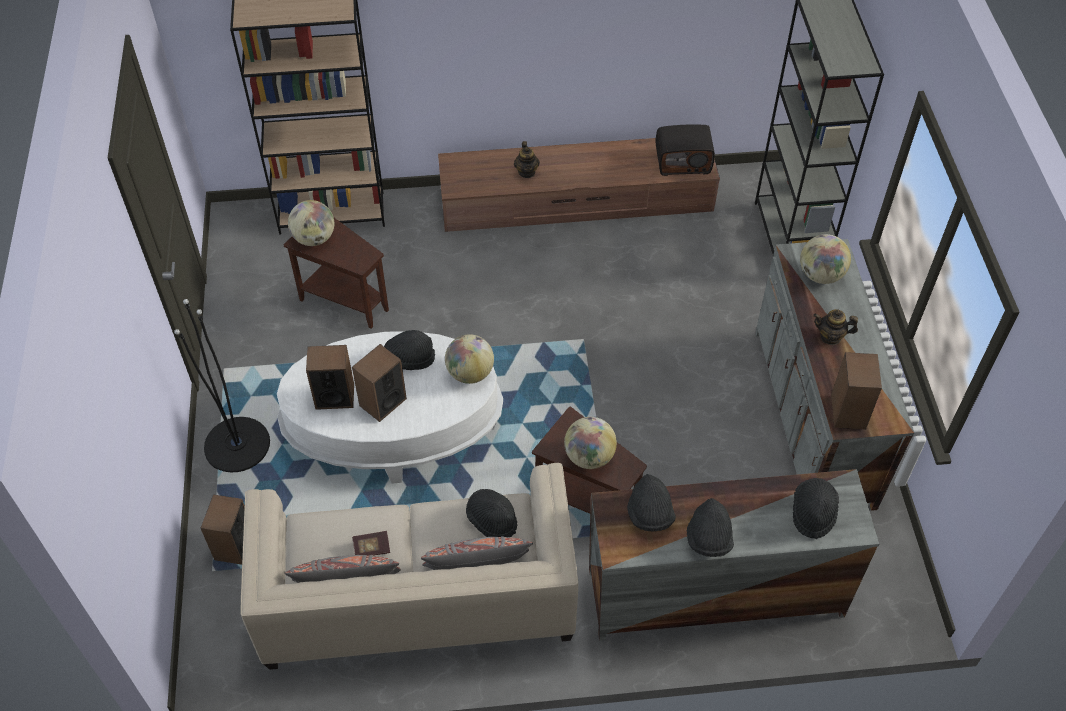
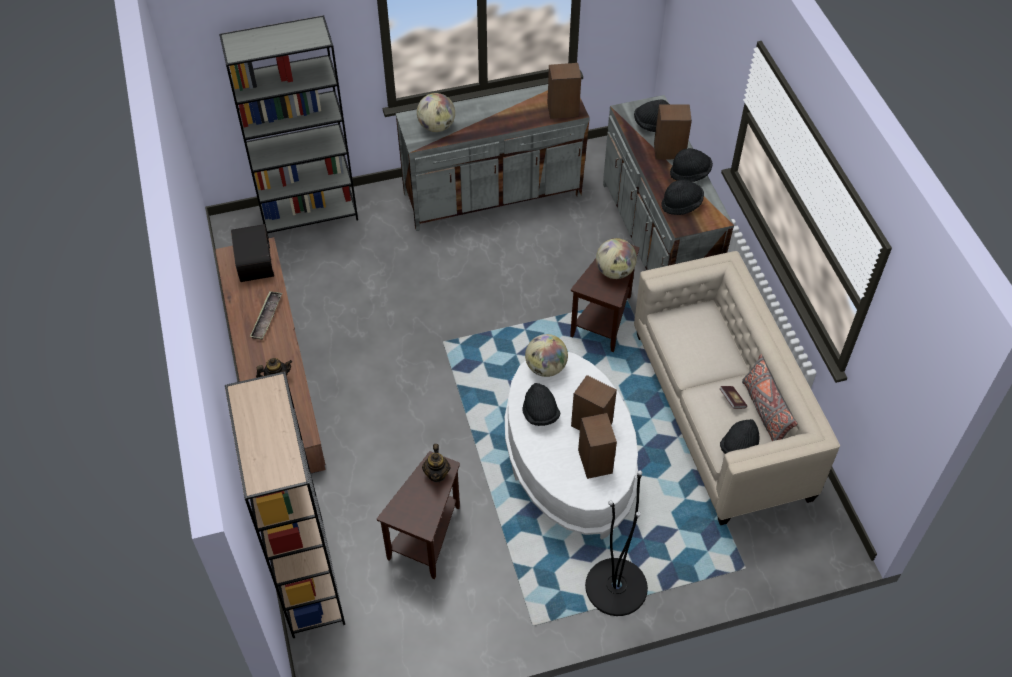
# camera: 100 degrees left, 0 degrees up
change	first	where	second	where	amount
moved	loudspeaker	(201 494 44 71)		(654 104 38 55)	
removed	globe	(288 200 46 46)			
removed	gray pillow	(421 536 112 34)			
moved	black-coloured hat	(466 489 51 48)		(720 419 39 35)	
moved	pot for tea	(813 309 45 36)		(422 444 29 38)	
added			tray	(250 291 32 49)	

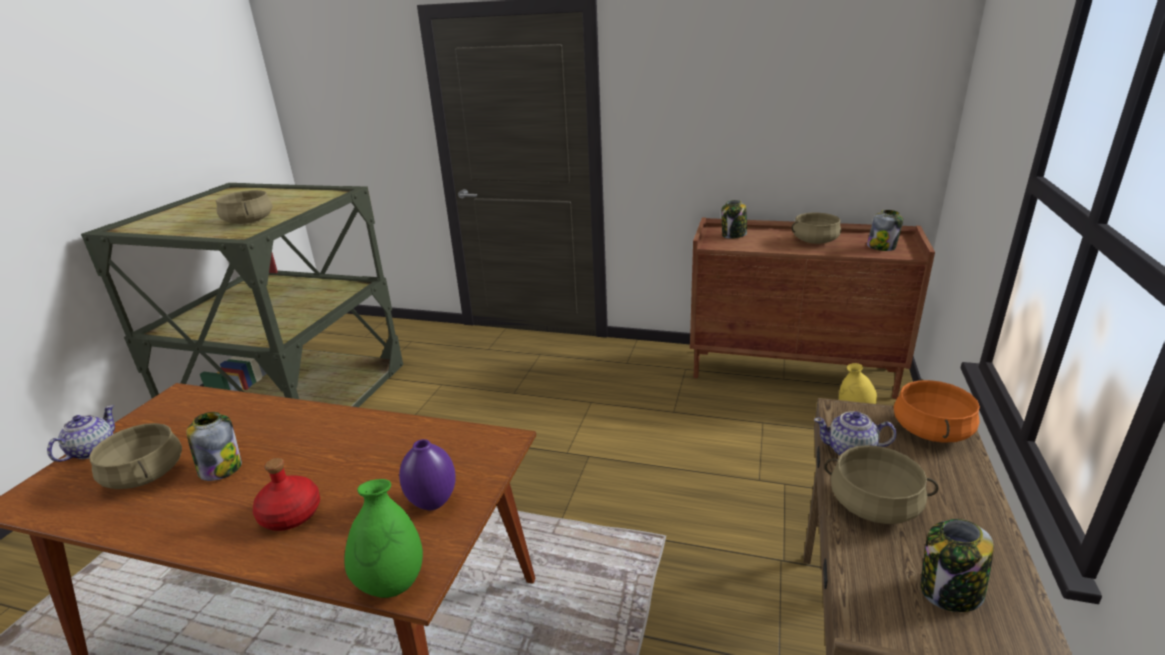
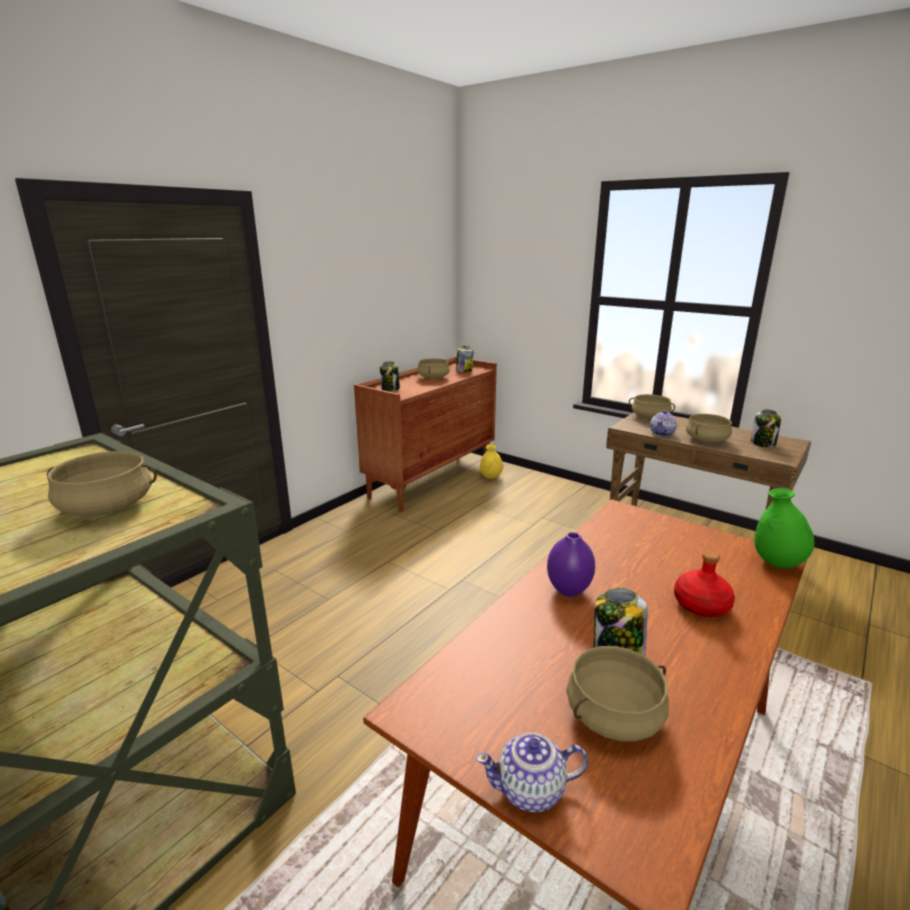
# camera: 70 degrees left, 5 degrees down
change	first	where	second	where	amount
turned	pot for tea	(47 405 68 57)		(476 732 112 80)	45 degrees counterclockwise
moved	purplish vase	(399 439 57 71)		(547 532 48 65)	
recoloured	orange-coloured cooking pot	(893 379 87 64)	beige-coloured cooking pot	(629 394 46 25)	

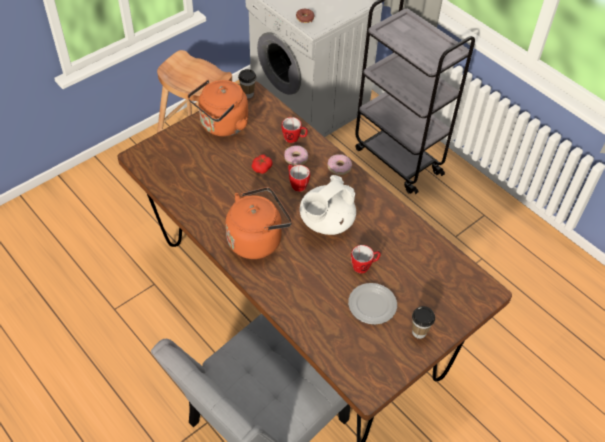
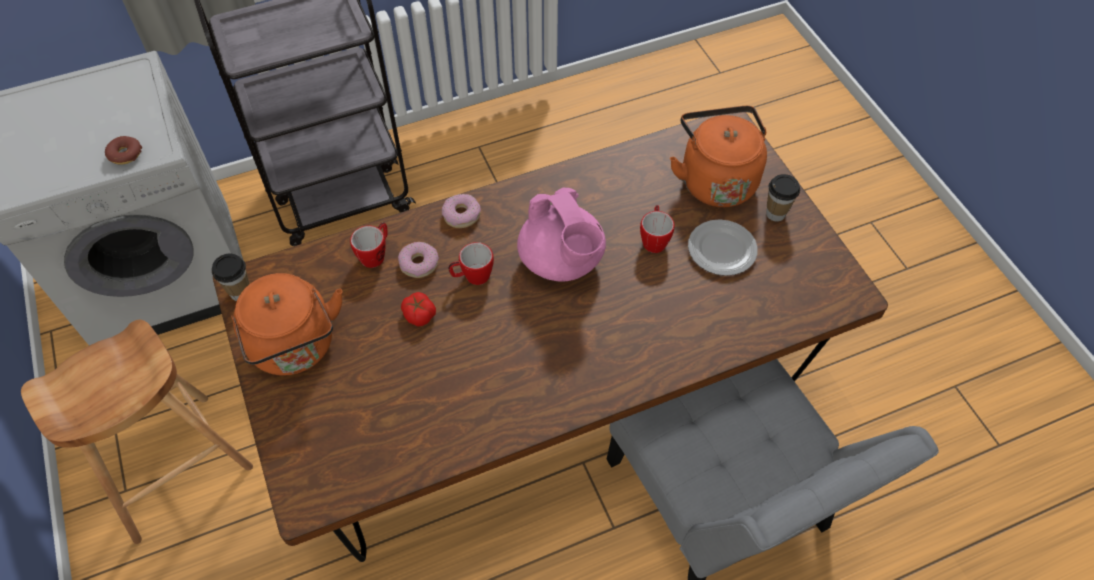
# camera: 70 degrees left, 5 degrees up
change	first	where	second	where	amount
moved	orange-coloured water kettle	(225 187 67 72)		(670 106 97 101)	
recoloured	white-coloured pot for tea	(300 175 56 60)	pink-coloured pot for tea	(517 188 89 93)	

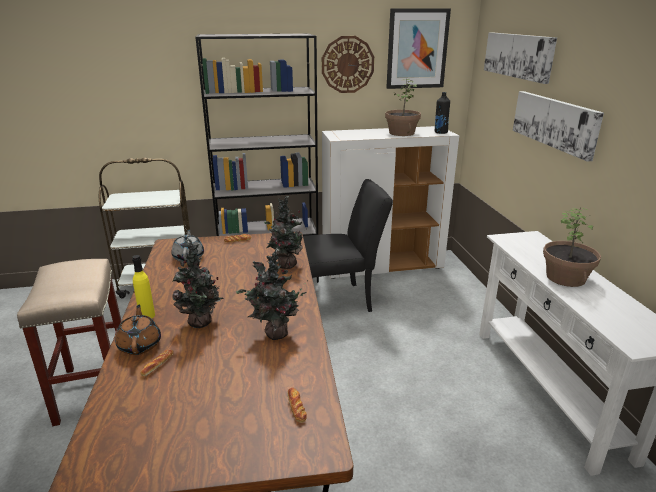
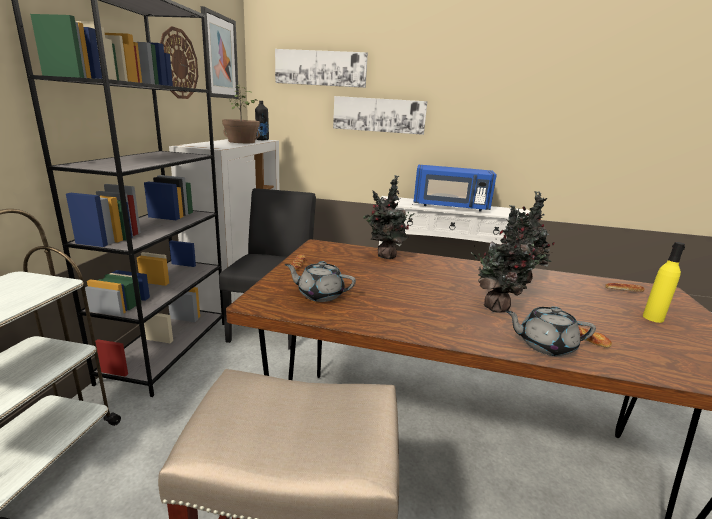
# camera: 70 degrees left, 5 degrees down
change	first	where	second	where	amount
recoloured	brownish pot for tea	(115 305 46 50)	gray pot for tea	(505 306 91 50)	
moved	yellow-coloured drink bottle	(132 255 23 63)		(643 242 42 81)	
replaced	houseplant	(543 208 58 79)	bluish microwave	(413 165 84 47)	

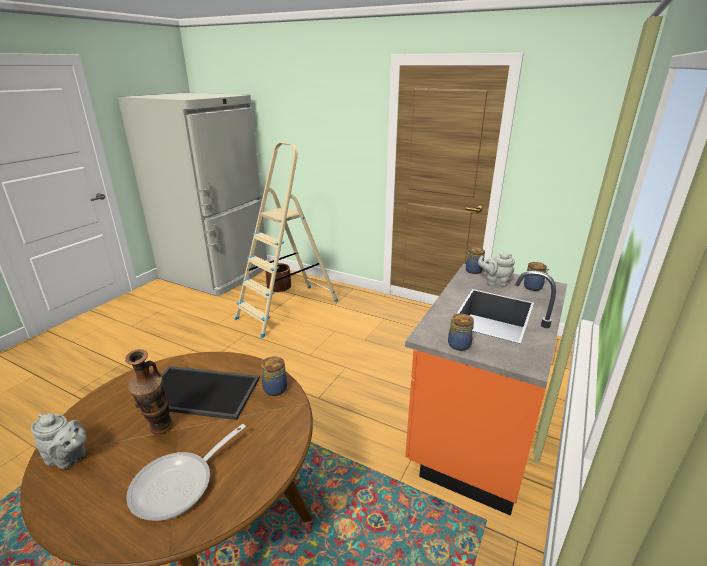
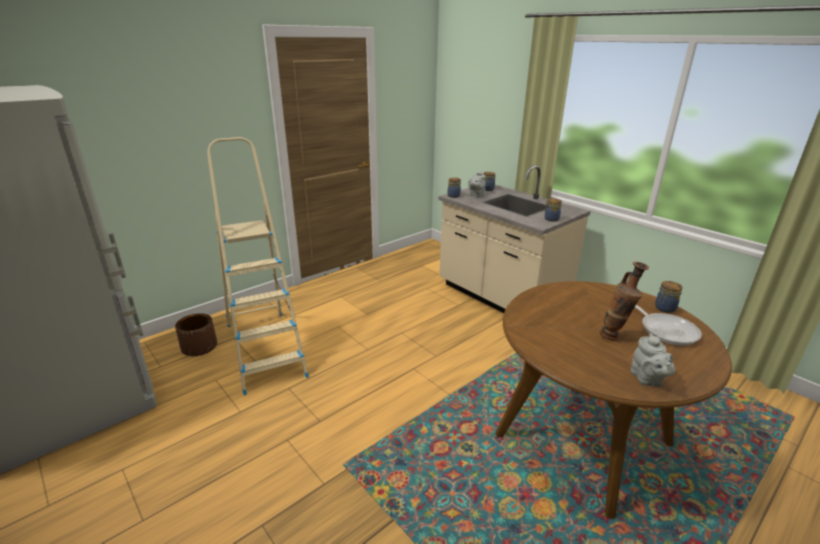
# camera: 70 degrees left, 0 degrees up
change	first	where	second	where	amount
turned	gray pot for tea	(31 414 56 55)		(631 333 44 54)	135 degrees clockwise
removed	tray	(136 366 124 54)			
moved	jar	(261 356 26 40)		(655 281 28 32)	
recoloured	orange-coloured kitchen counter	(405 264 162 252)	beige-coloured kitchen counter	(439 165 152 148)	

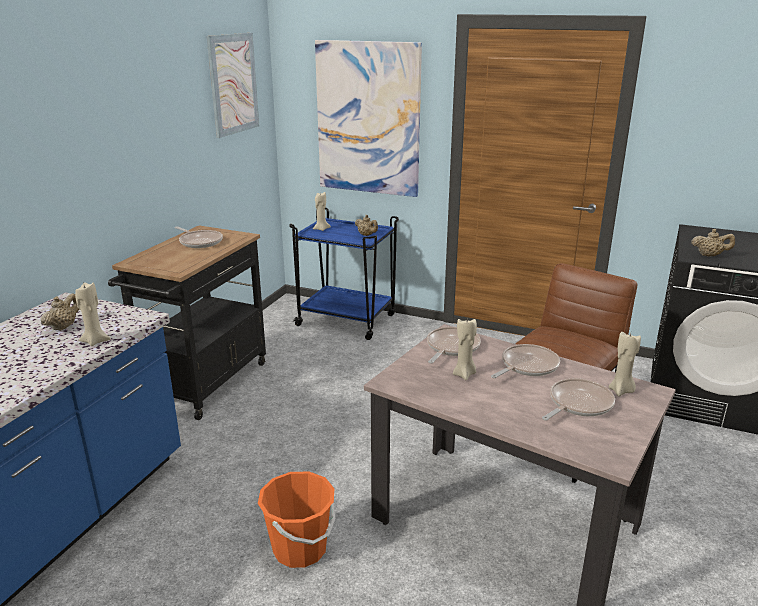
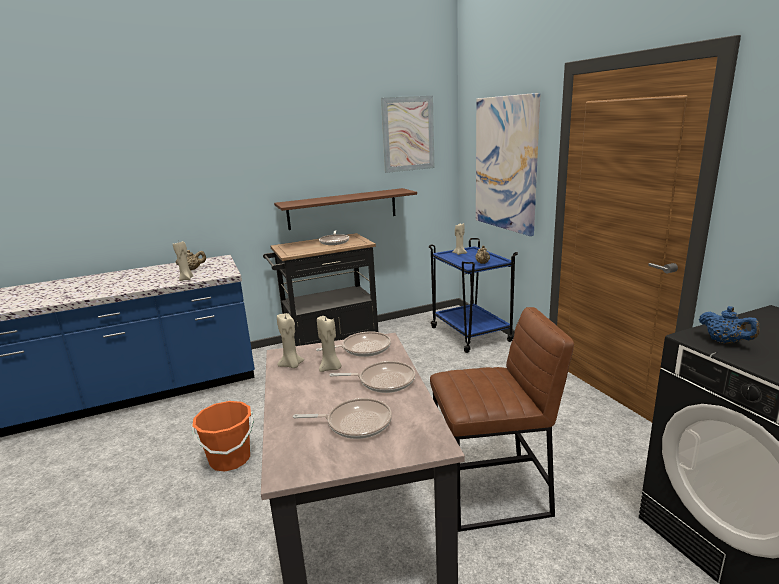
# camera: 45 degrees right, 5 degrees down
change	first	where	second	where	amount
moved	beige-coloured wax candle	(609 332 32 65)		(277 313 27 55)	
recoloured	beige-coloured pot for tea	(691 229 44 28)	bluish pot for tea	(699 306 61 38)	
added			brownish bracket shelf	(274 188 143 42)	

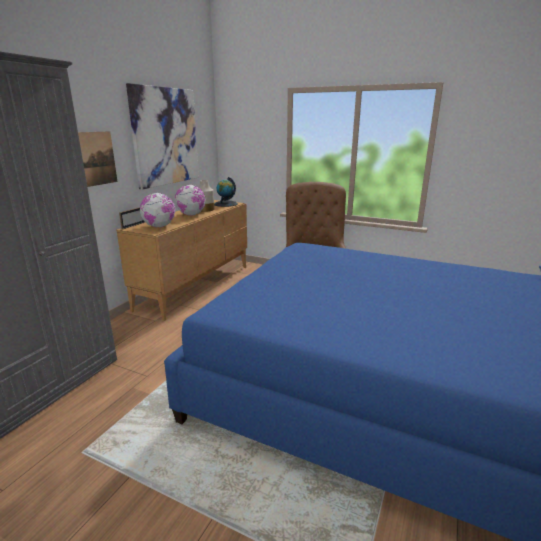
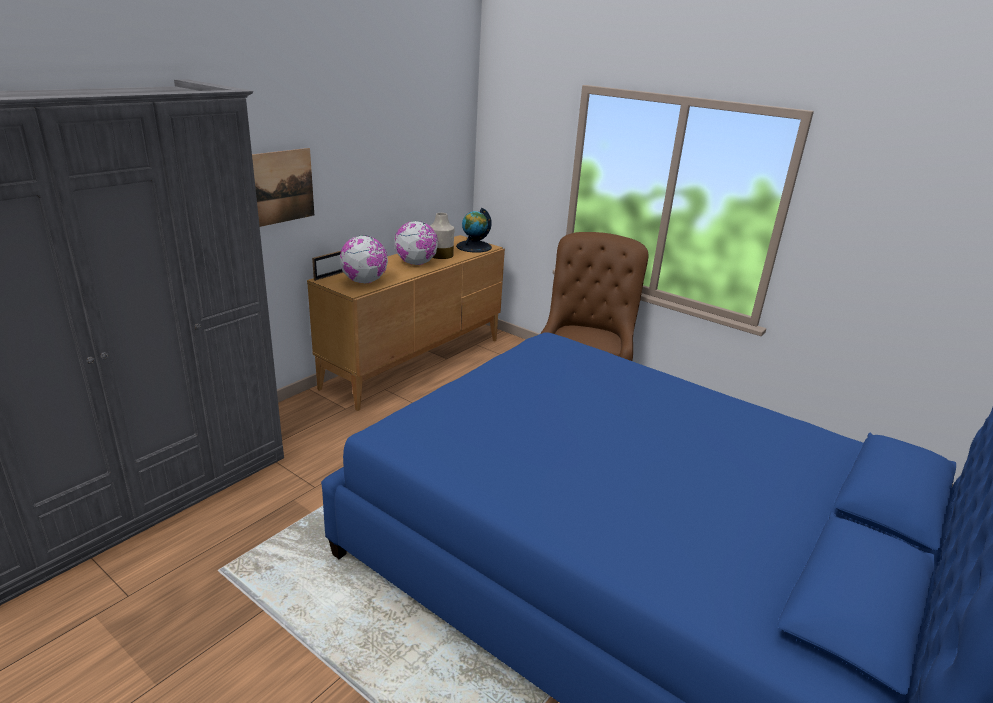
# camera: 10 degrees right, 5 degrees up
change	first	where	second	where	amount
removed	wall art	(126 83 73 107)			

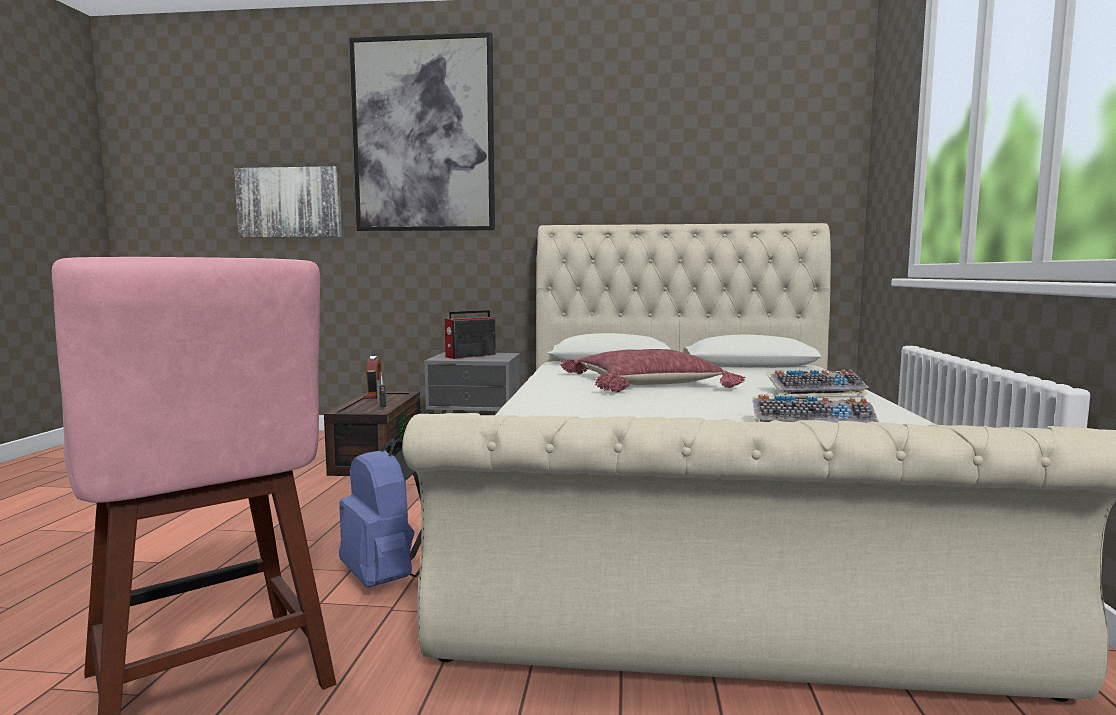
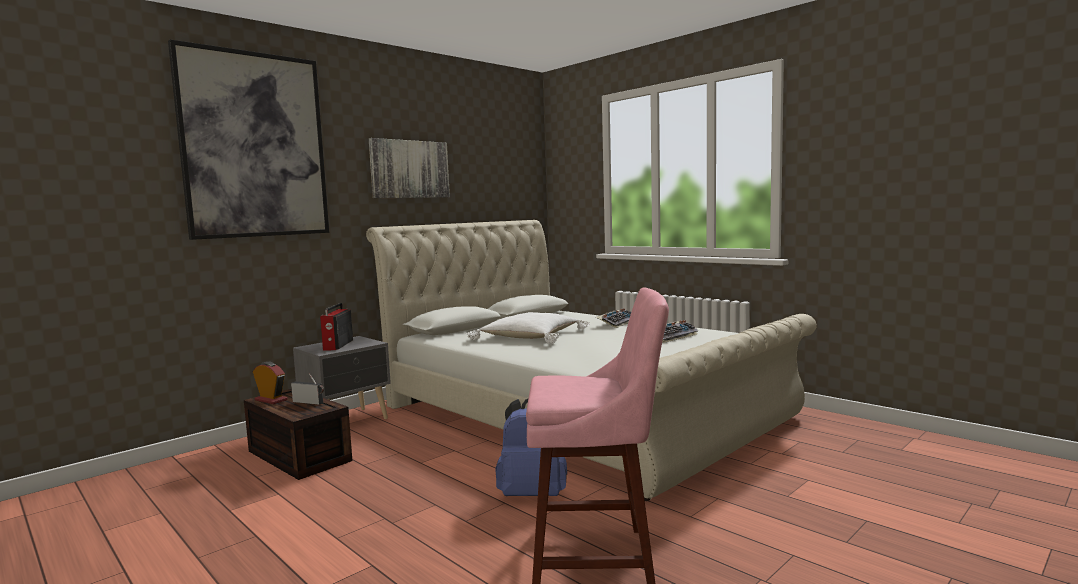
# camera: 50 degrees left, 0 degrees up
change	first	where	second	where	amount
moved	wall art	(234 166 108 72)		(369 138 81 60)	
recoloured	red-coloured pillow	(560 349 186 44)	white-coloured pillow	(466 312 125 32)	

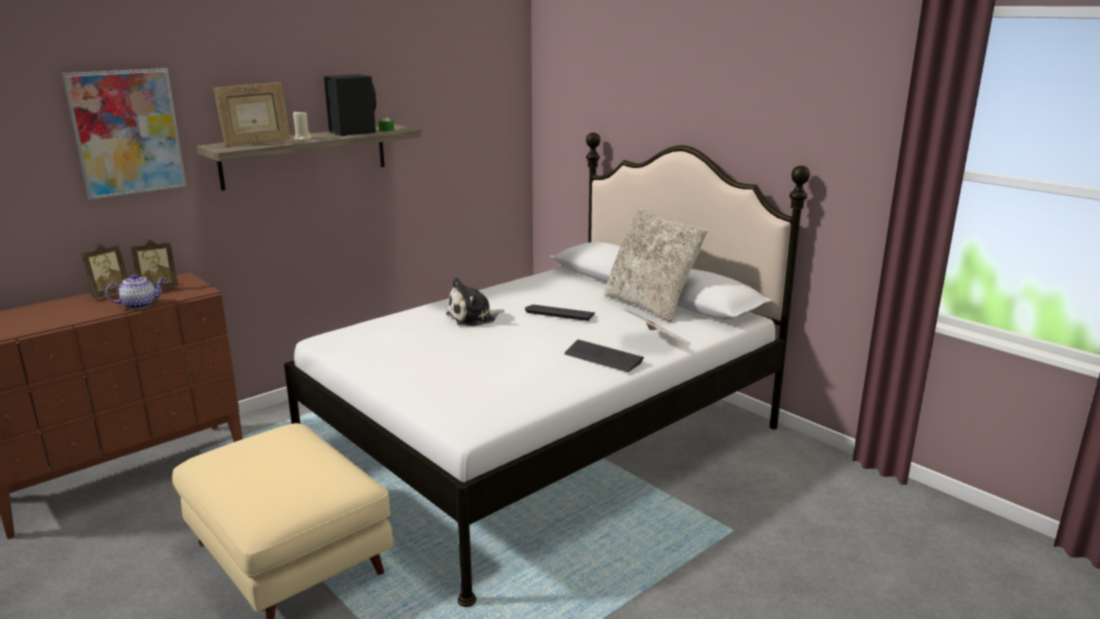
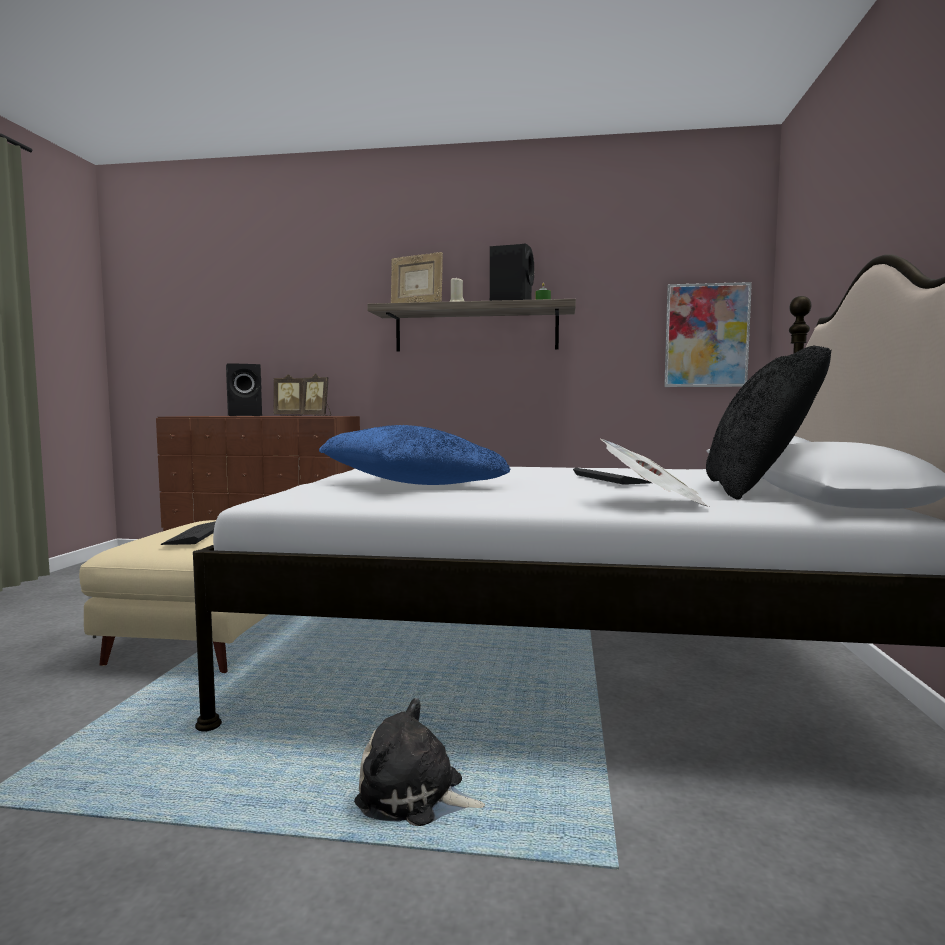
# camera: 50 degrees right, 15 degrees down
change	first	where	second	where	amount
moved	wall art	(62 68 125 132)		(664 282 88 105)	
removed	pot for tea	(105 274 60 35)			
moved	cuddly toy	(446 277 58 50)		(354 698 131 128)	
moved	computer keyboard	(564 339 80 33)		(160 521 56 24)	
recoloured	beige-coloured pillow	(604 209 103 113)	black-coloured pillow	(706 346 125 154)	
added			black-coloured loudspeaker	(226 363 36 53)	
added			bluish pillow	(319 425 192 60)	

